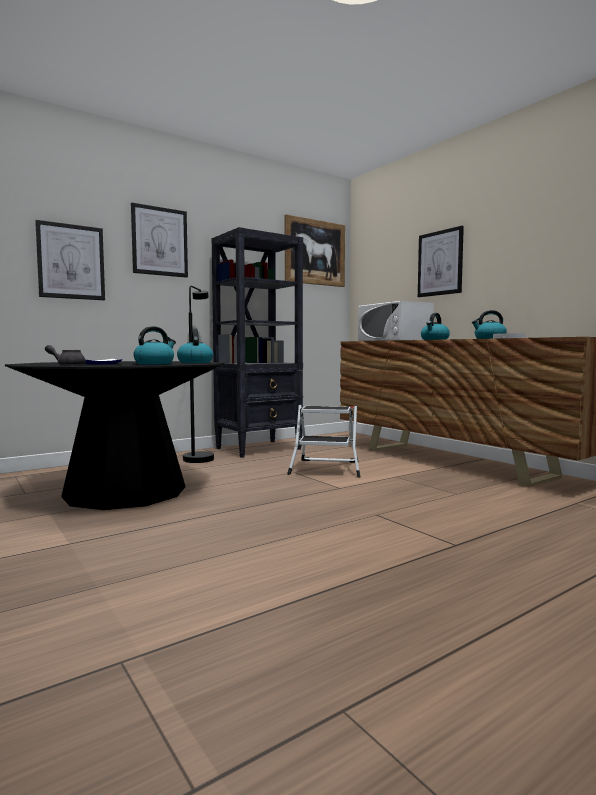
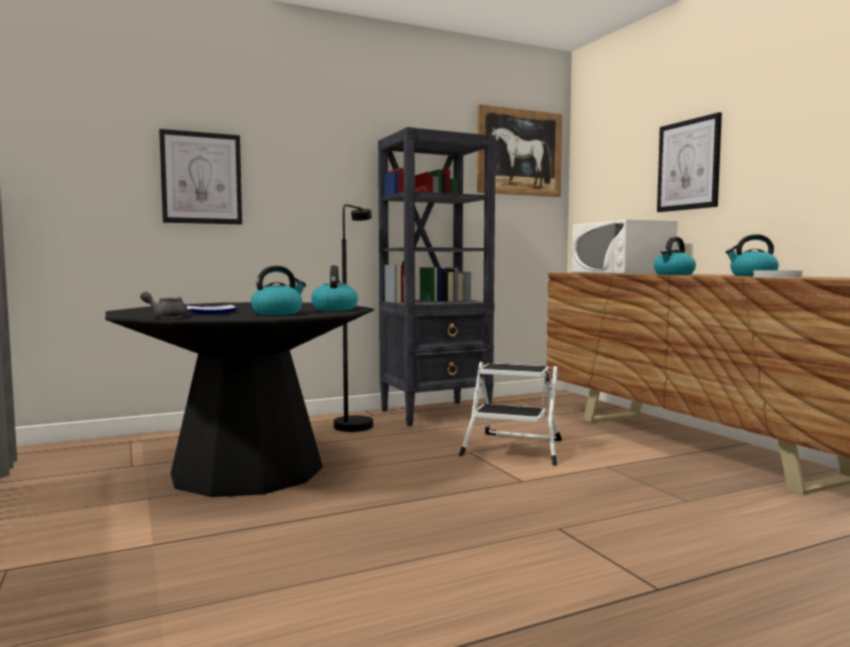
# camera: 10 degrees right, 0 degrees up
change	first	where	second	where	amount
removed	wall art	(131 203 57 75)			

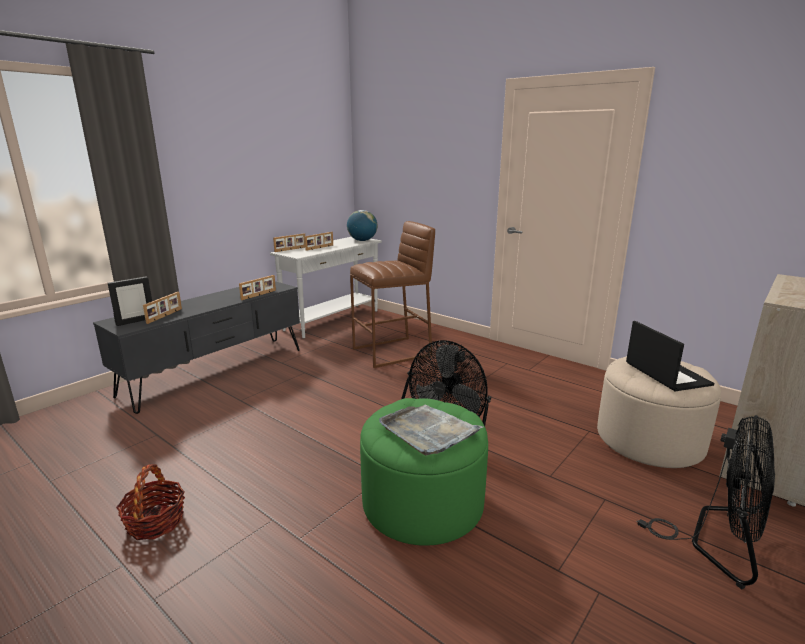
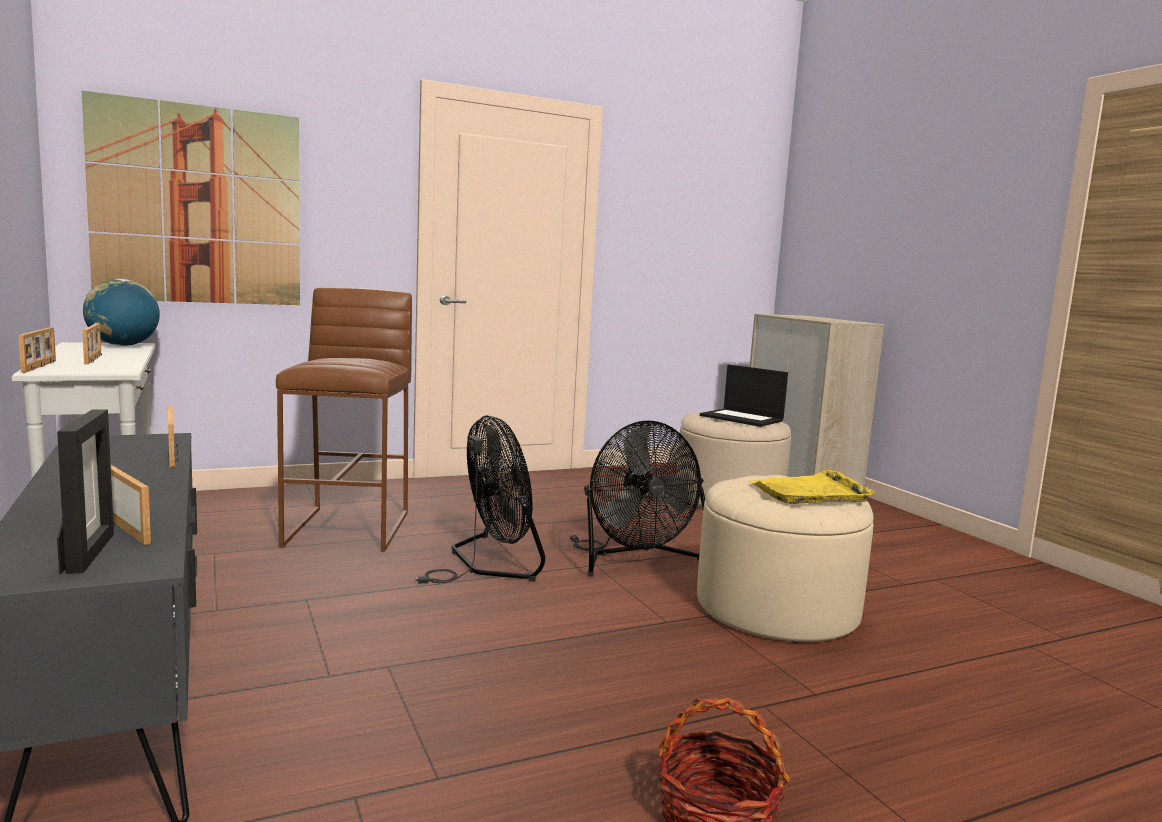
# camera: 65 degrees left, 10 degrees down
change	first	where	second	where	amount
recoloured	greenish footrest	(360 398 128 148)	beige-coloured footrest	(697 475 176 168)	
recoloured	gray tray	(379 405 104 50)	yellow-coloured tray	(748 470 127 34)	
turned	notebook computer	(626 321 88 70)		(700 365 88 62)	150 degrees counterclockwise
moved	black-coloured cooling fan	(636 415 139 175)		(416 415 129 169)	
added			wall art	(82 91 218 214)	

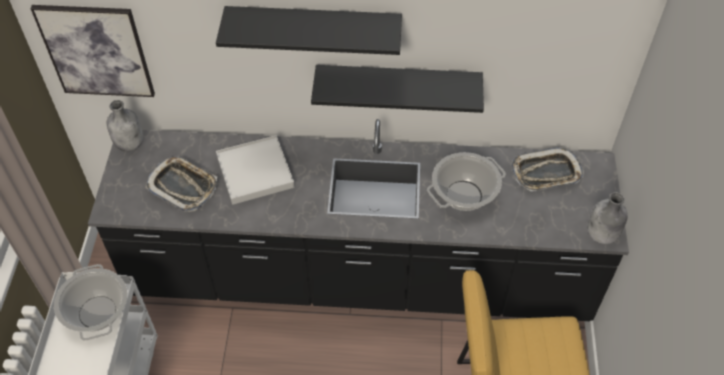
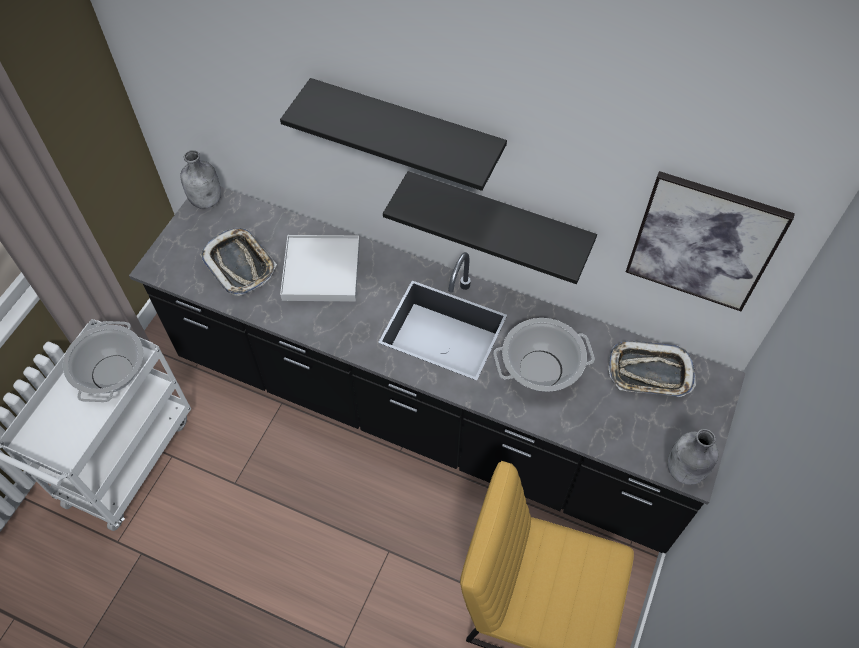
# camera: 20 degrees right, 5 degrees up
change	first	where	second	where	amount
moved	wall art	(31 5 124 92)		(626 171 169 140)	

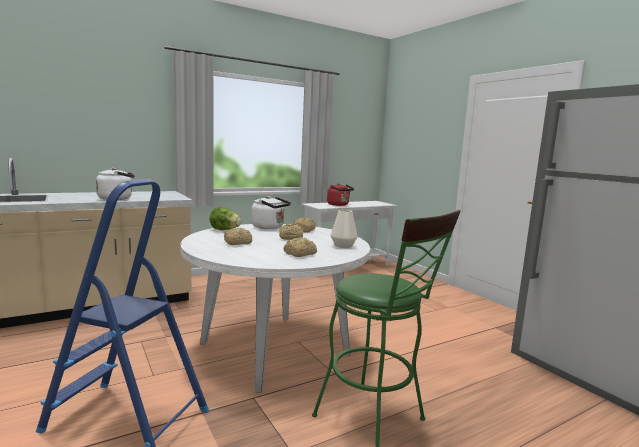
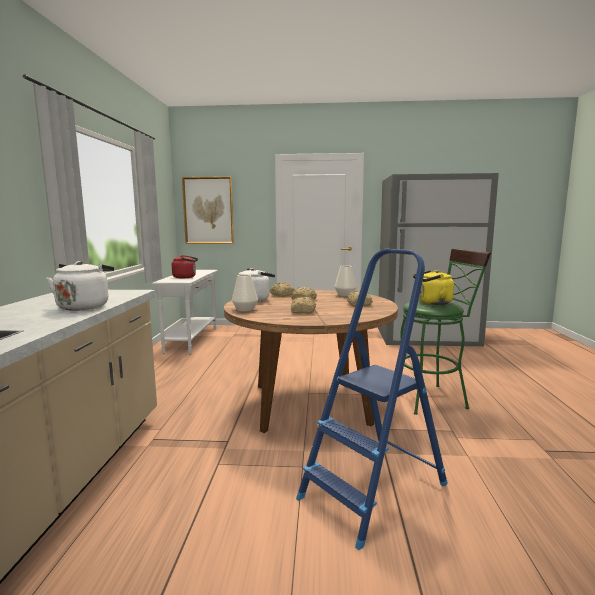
# camera: 55 degrees left, 0 degrees up
change	first	where	second	where	amount
recoloured	white-coloured dining table	(180 224 190 169)	brownish dining table	(224 290 174 143)	
replaced	lettuce head	(209 207 33 23)	white-coloured vase	(232 274 26 37)	
added			wall art	(182 176 52 68)	
added			yellow-coloured water kettle	(413 270 41 35)	

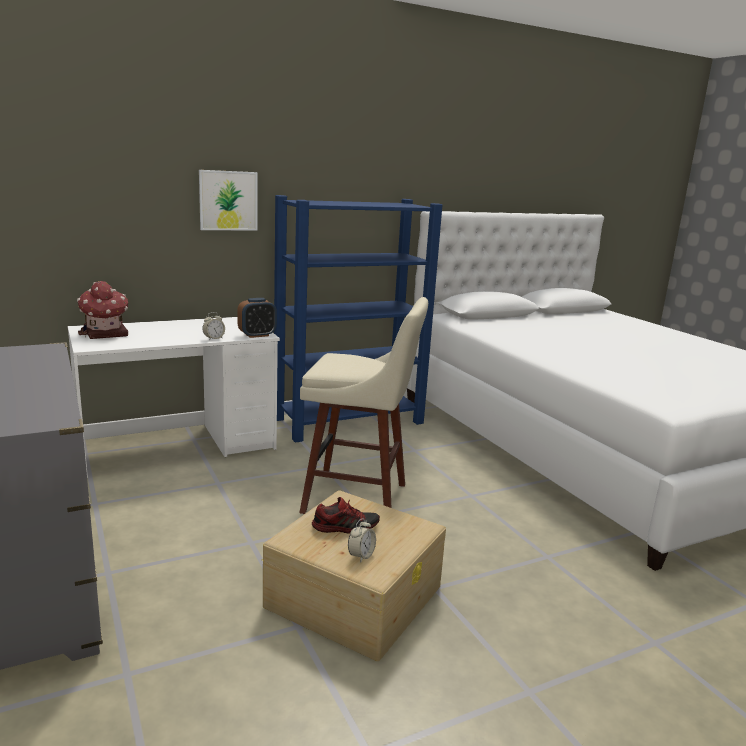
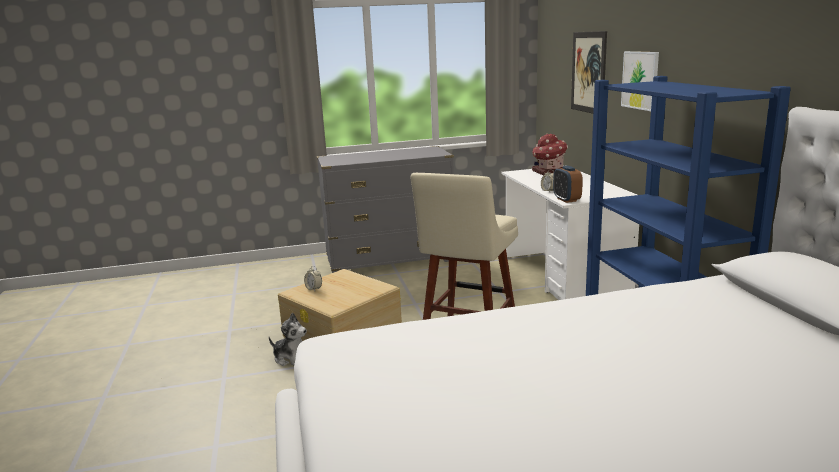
# camera: 105 degrees right, 0 degrees up
change	first	where	second	where	amount
removed	low shoe	(312 497 68 37)			
added			cuddly toy	(269 312 38 54)	
added			wall art	(571 31 36 83)	

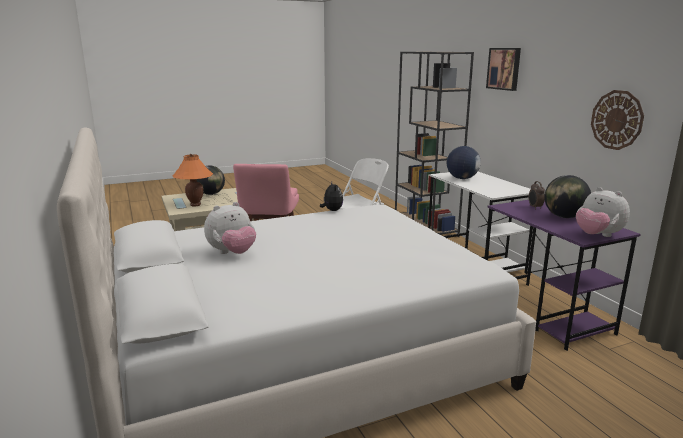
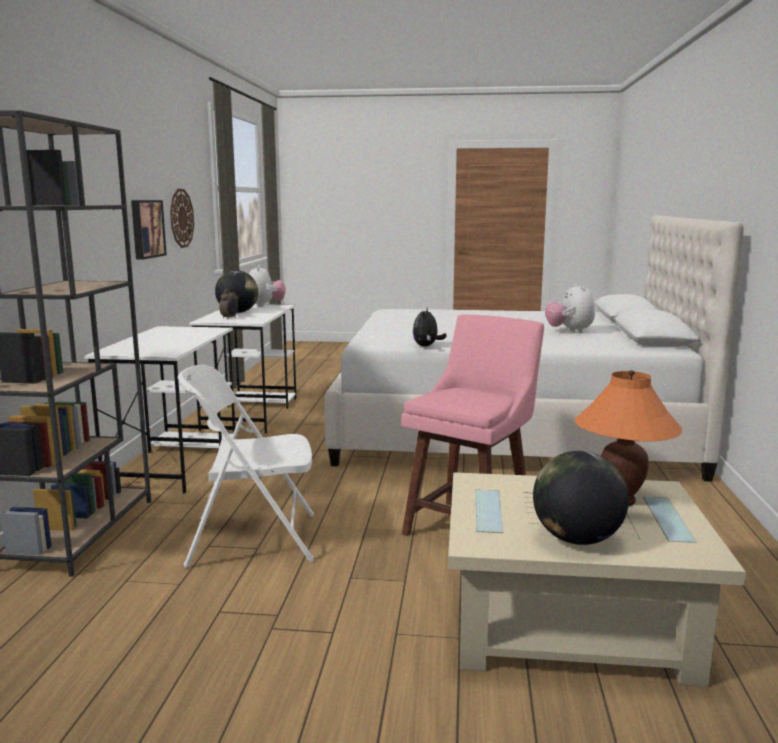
# camera: 150 degrees left, 5 degrees down
change	first	where	second	where	amount
turned	cuddly toy	(204 202 52 52)		(545 283 50 50)	90 degrees counterclockwise
removed	globe	(447 146 34 33)			
recoloured	purplish desk unit	(485 200 156 151)	white-coloured desk unit	(189 304 108 129)	
moved	wall art	(486 48 35 43)		(131 200 36 60)	

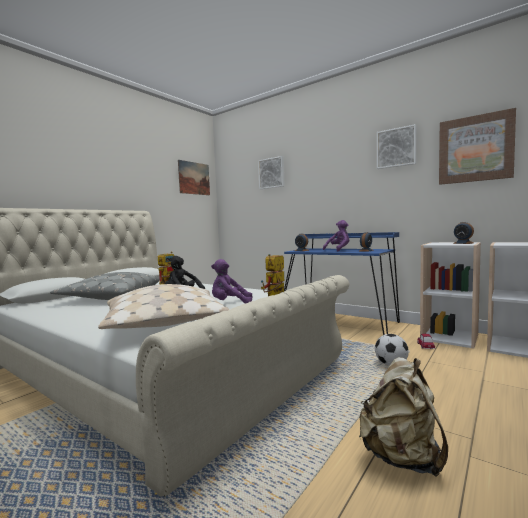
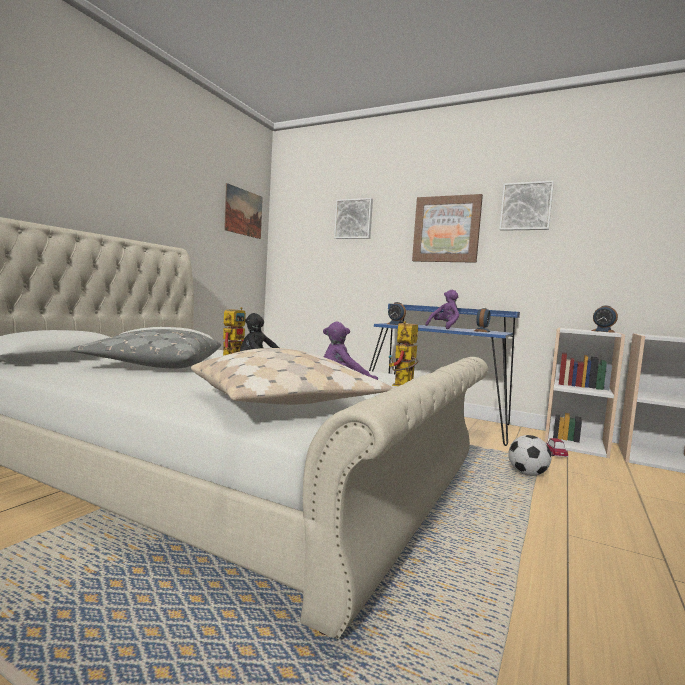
# camera: 10 degrees left, 0 degrees up
change	first	where	second	where	amount
removed	beige-coloured backpack	(359 357 89 120)			
moved	wall art	(439 108 77 77)		(412 194 71 69)	

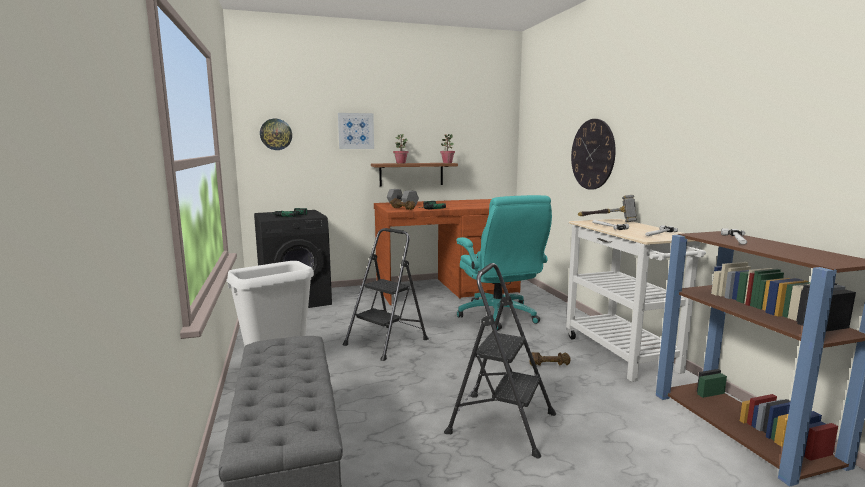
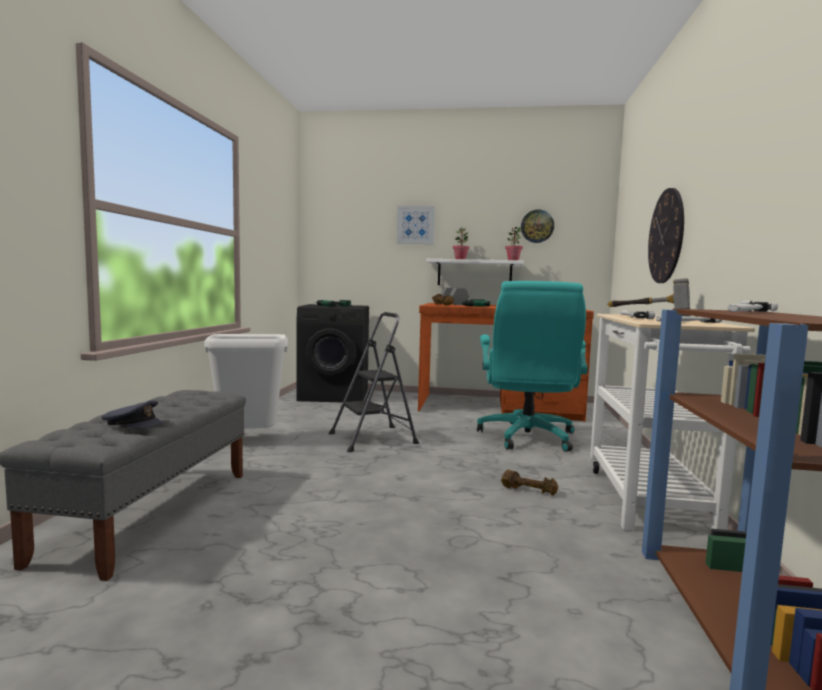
# camera: 25 degrees right, 5 degrees down
change	first	where	second	where	amount
moved	hanging clock	(260 119 32 31)		(521 210 33 33)	
recoloured	brownish bracket shelf	(371 163 87 23)	white-coloured bracket shelf	(426 259 98 26)	
removed	black-coloured step ladder	(444 263 112 196)			
added			gray cap	(102 400 60 28)	

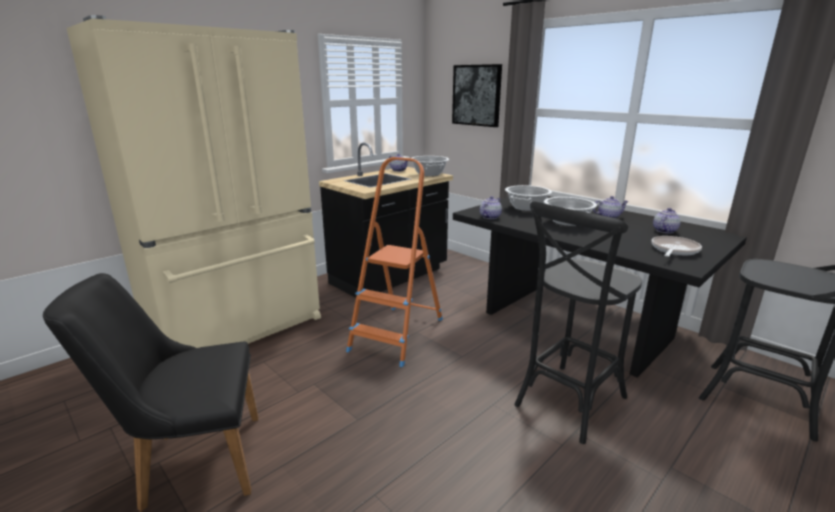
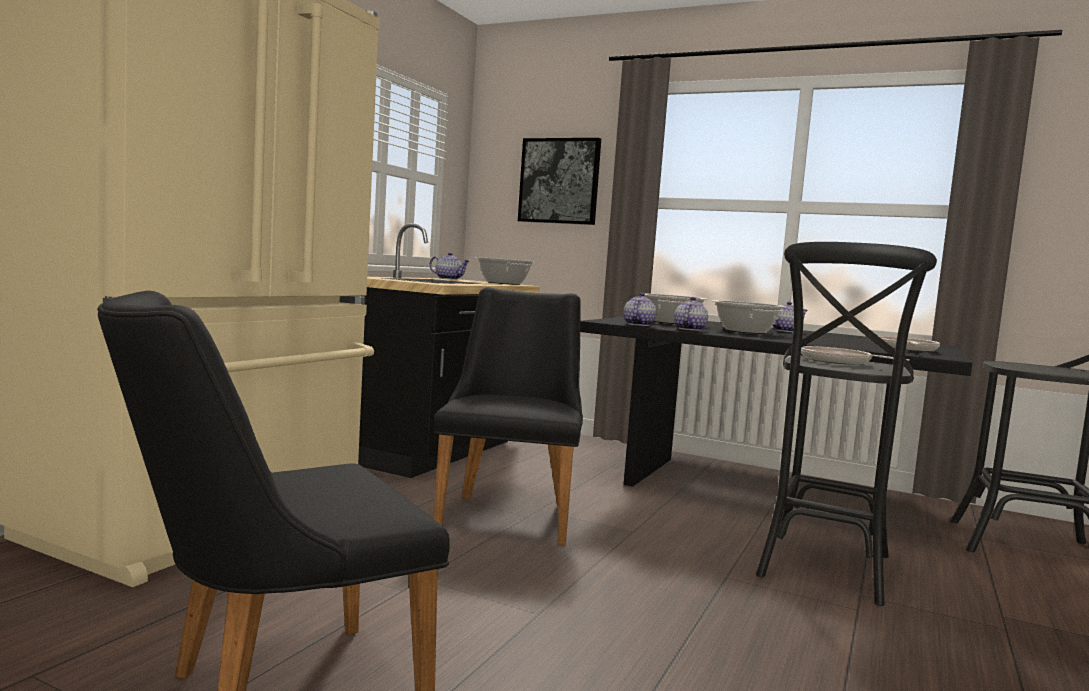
# camera: 20 degrees left, 15 degrees down
change	first	where	second	where	amount
replaced	orange-coloured step ladder	(346 157 97 210)	black-coloured upright chair	(434 287 149 259)	
moved	pot for tea	(653 208 28 25)		(674 297 34 34)	
added			skillet	(801 346 109 19)	

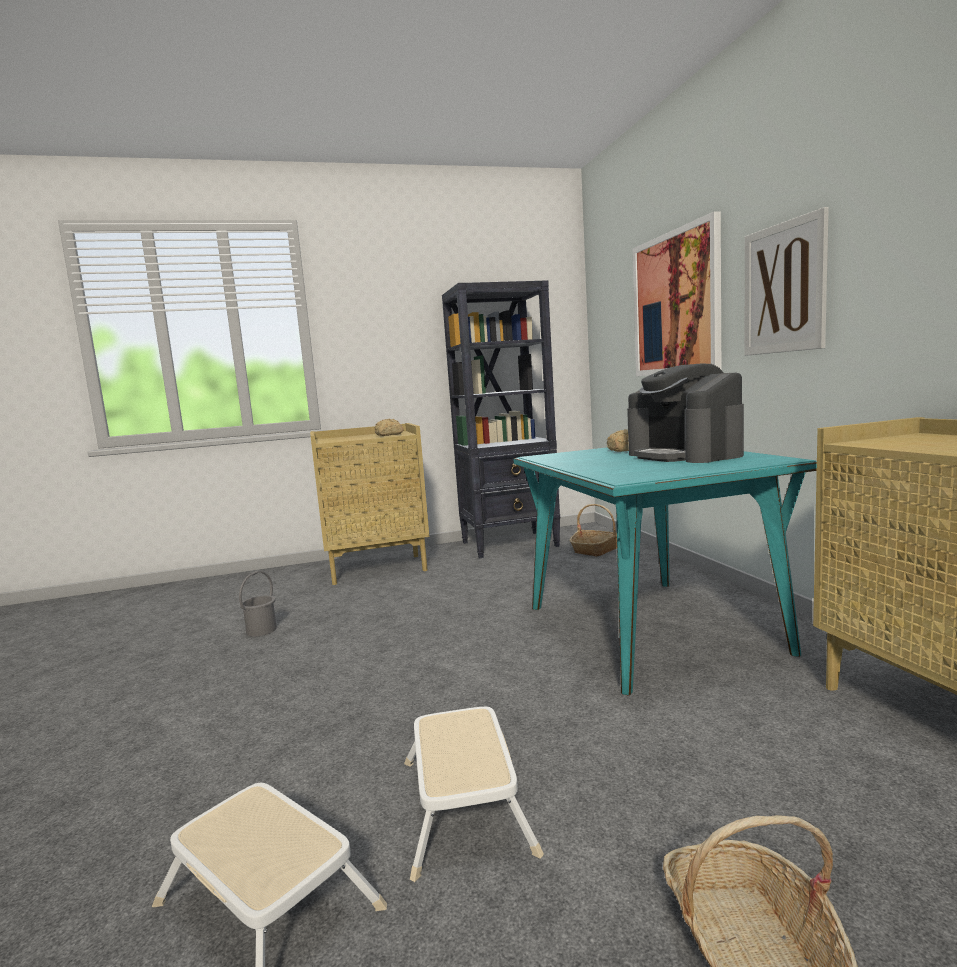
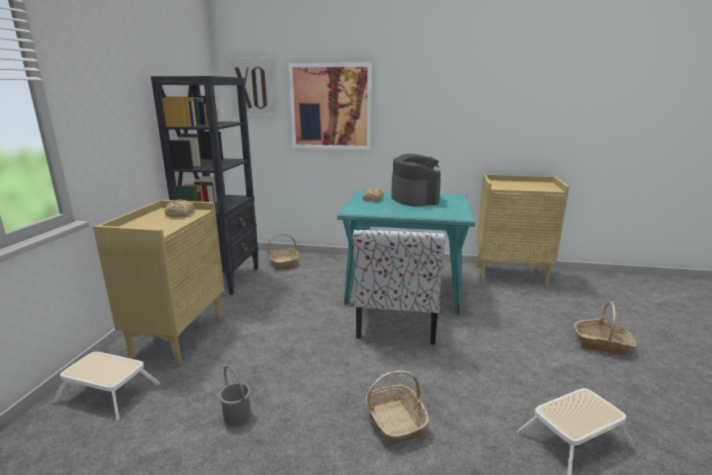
# camera: 65 degrees left, 10 degrees up
change	first	where	second	where	amount
moved	beige-coloured step ladder	(404 707 140 175)		(53 352 107 69)	
turned	coffee brewer	(627 363 117 100)		(391 154 50 52)	105 degrees counterclockwise
moved	wall art	(745 207 84 149)		(227 57 49 61)	
added			upright chair	(353 230 93 115)	
added			household basket	(366 371 63 74)	

